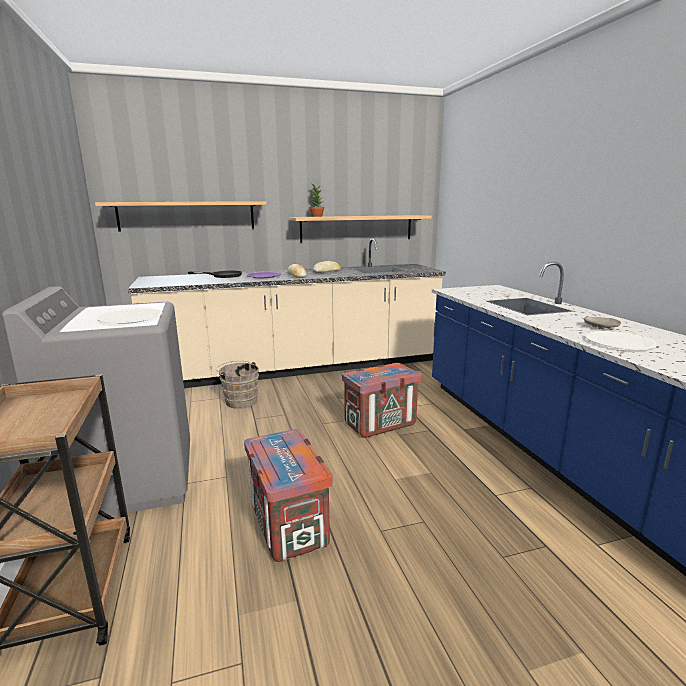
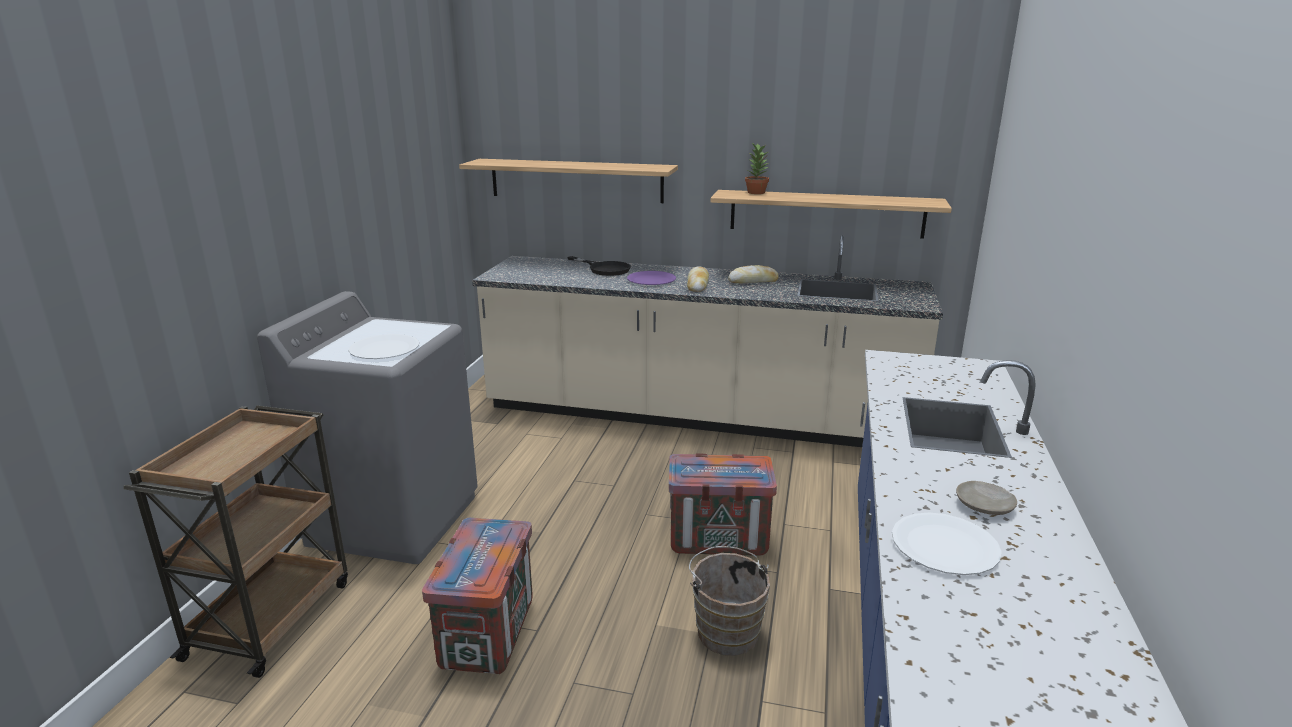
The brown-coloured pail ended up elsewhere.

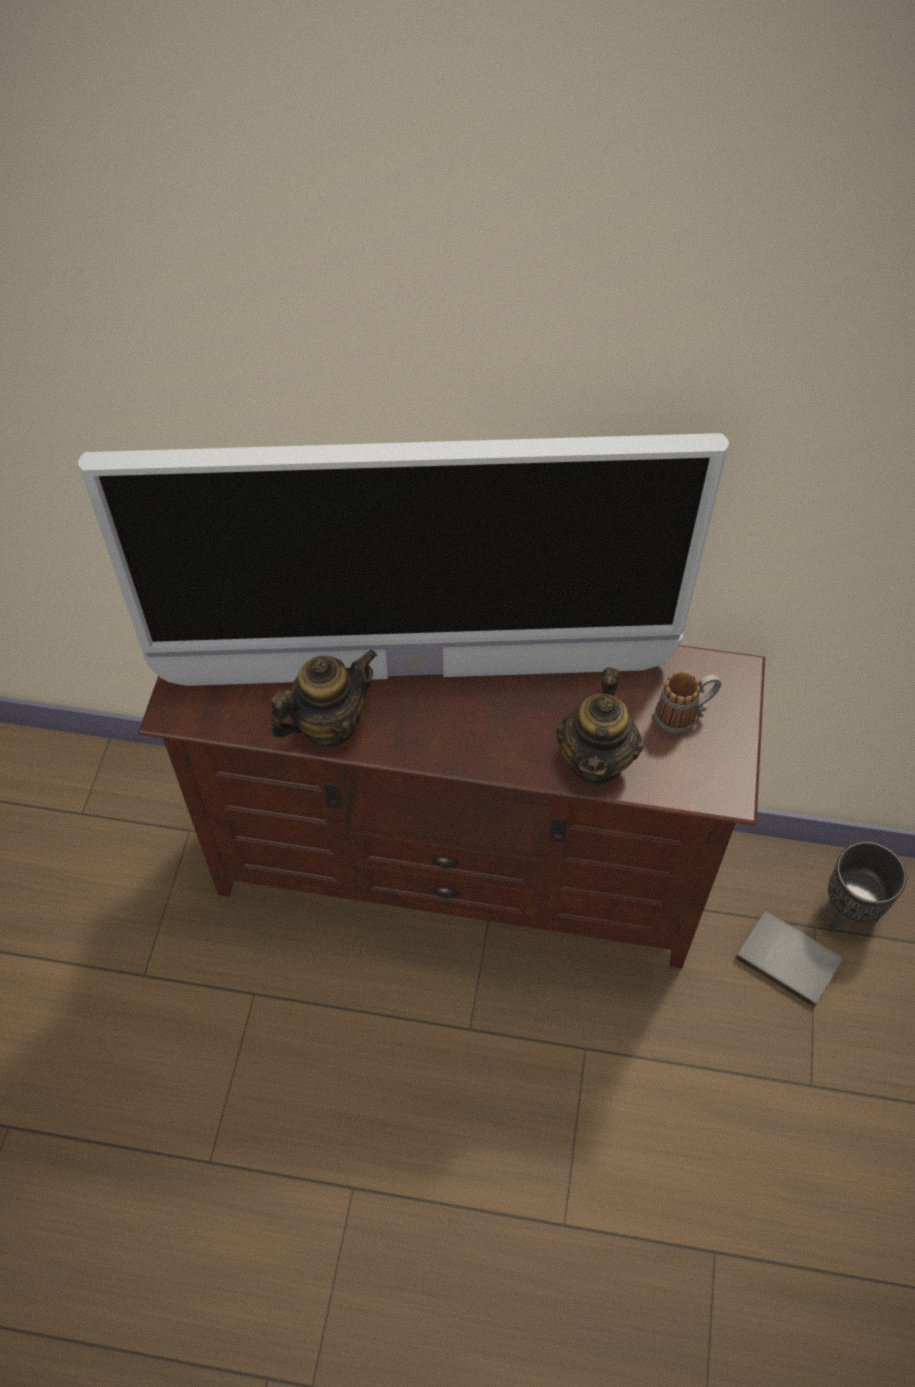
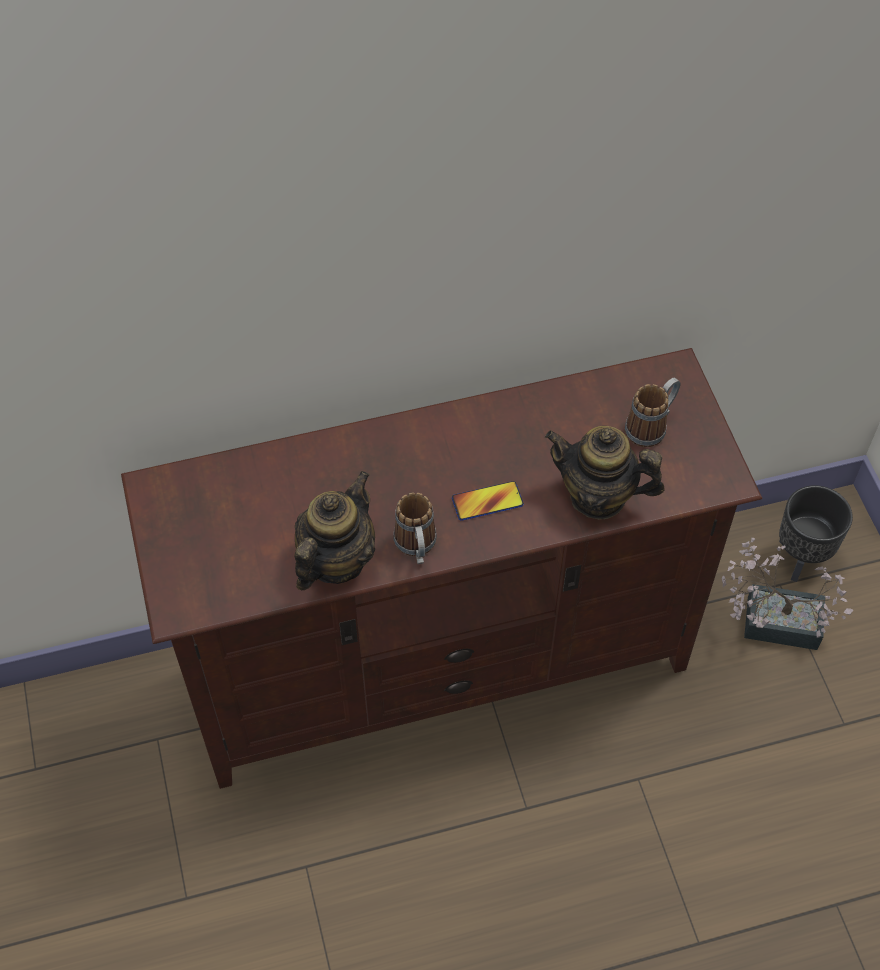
The second view lost the TV set.
The pot for tea (no. 2 from left) ended up facing another way, 120 degrees clockwise from before.
Where the gray book stood, the houseplant came to stand.
The second view gained the telephone.
The second view gained the tea mug (no. 1 from left).

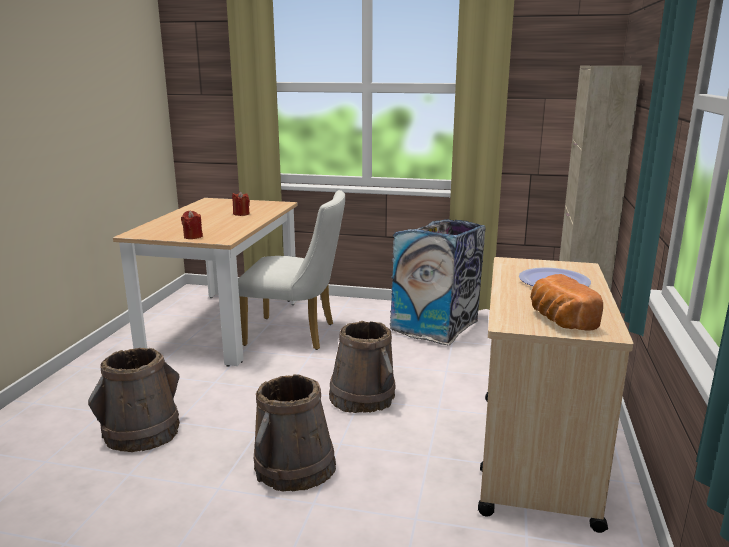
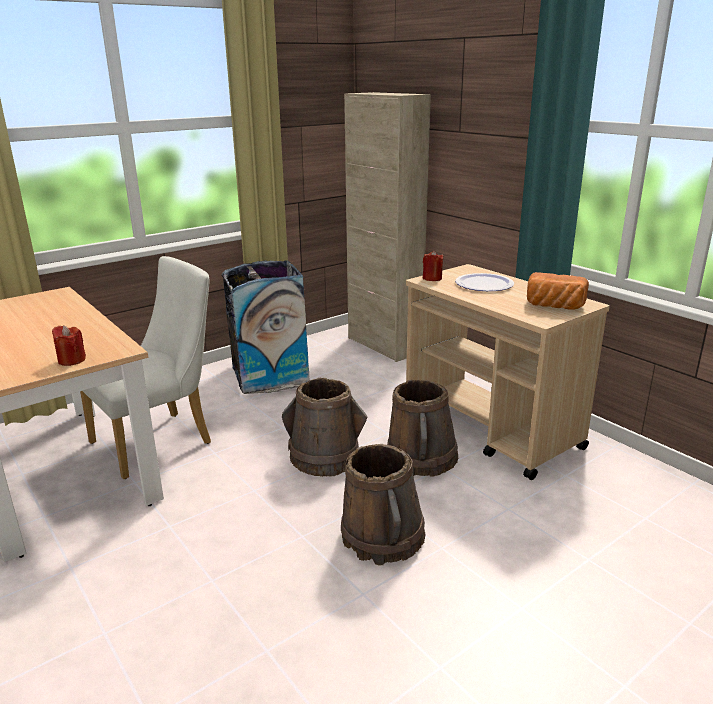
The reddish wax candle (no. 2 from left) ended up elsewhere.
The brown-coloured pail (no. 1 from left in the first image) ended up elsewhere.

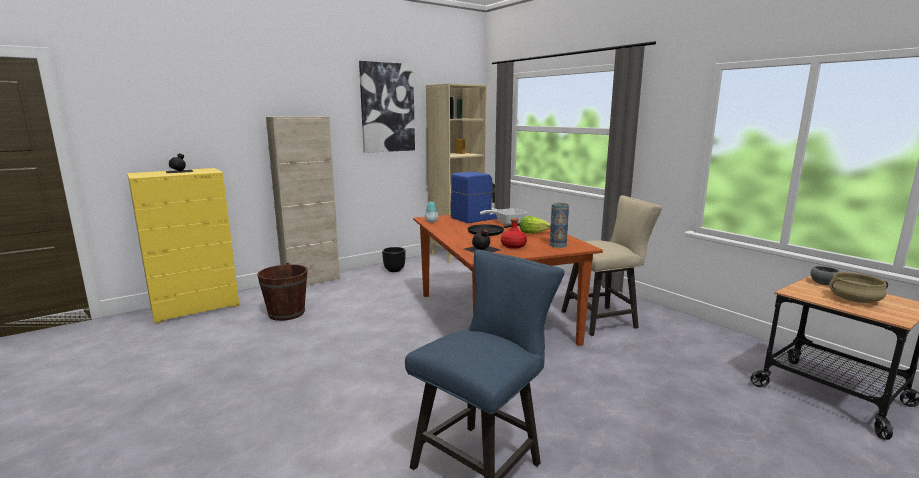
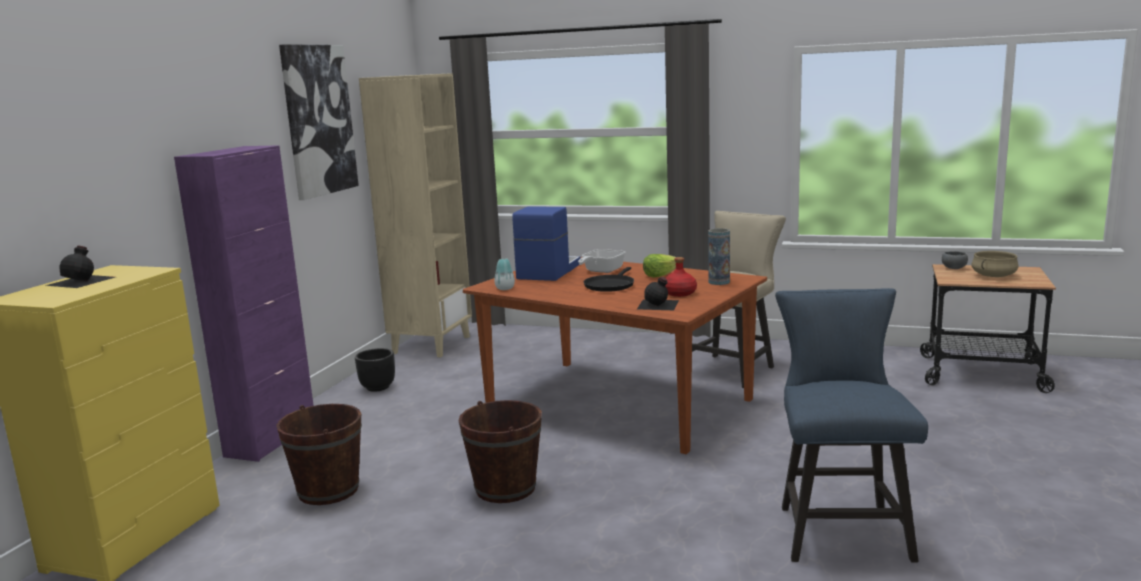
What was the sand-coloured storage cabinet turned into the purple storage cabinet.
The second view gained the brown-coloured pail (no. 2 from left).

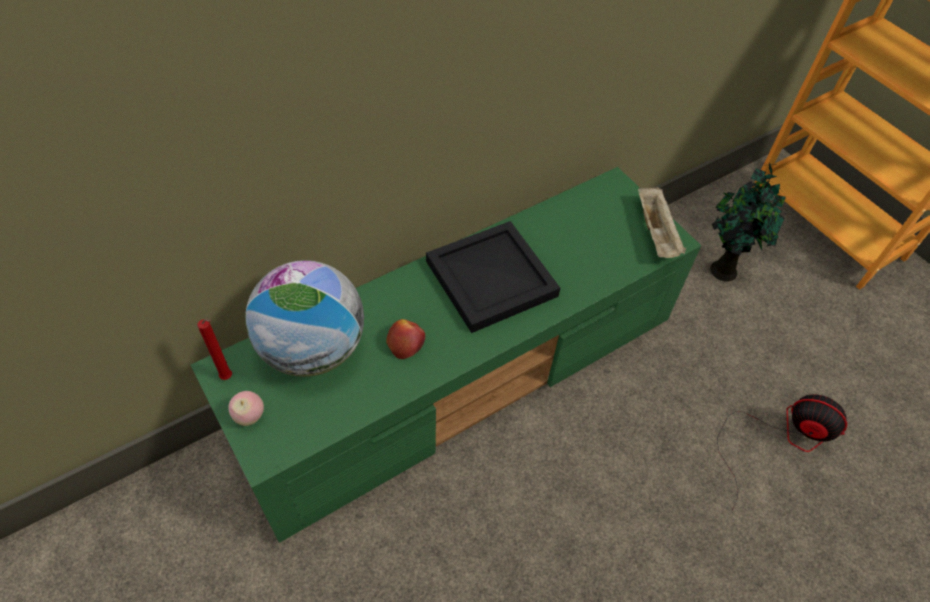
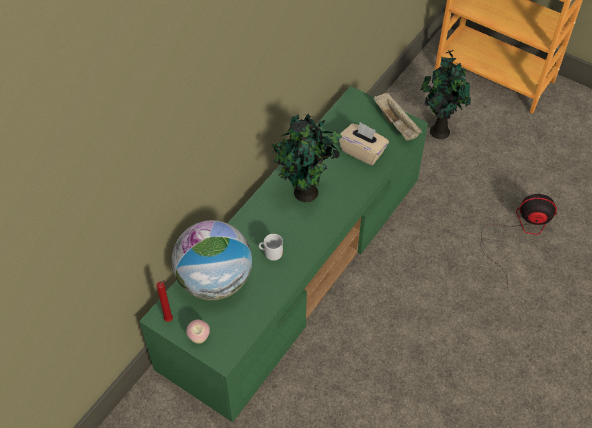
Where the black serving tray stood, the houseplant (no. 1 from left) came to stand.
Where the apple (no. 2 from left) stood, the tea mug came to stand.
The second view gained the sand-coloured box of tissues.

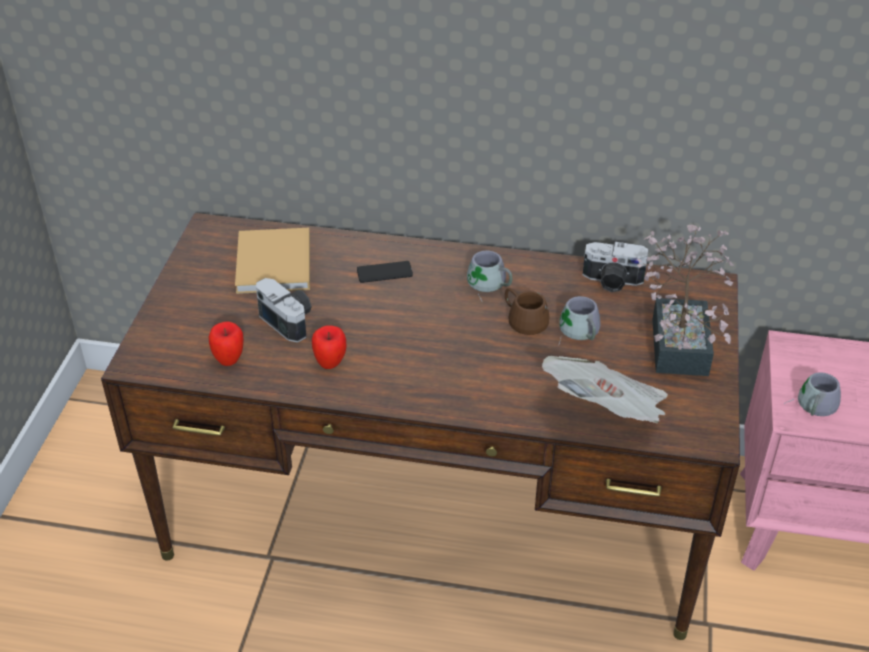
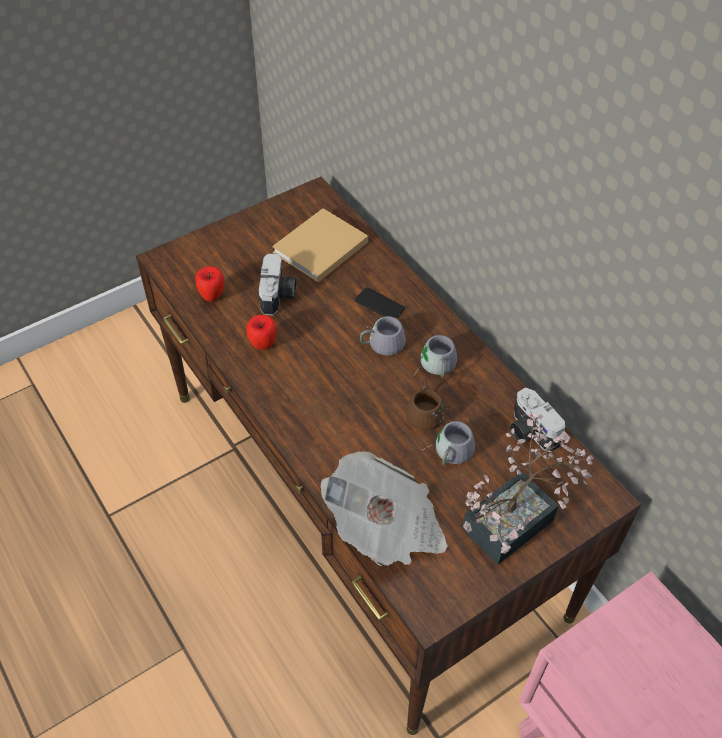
The gray tea mug (no. 3 from left in the first image) ended up elsewhere.

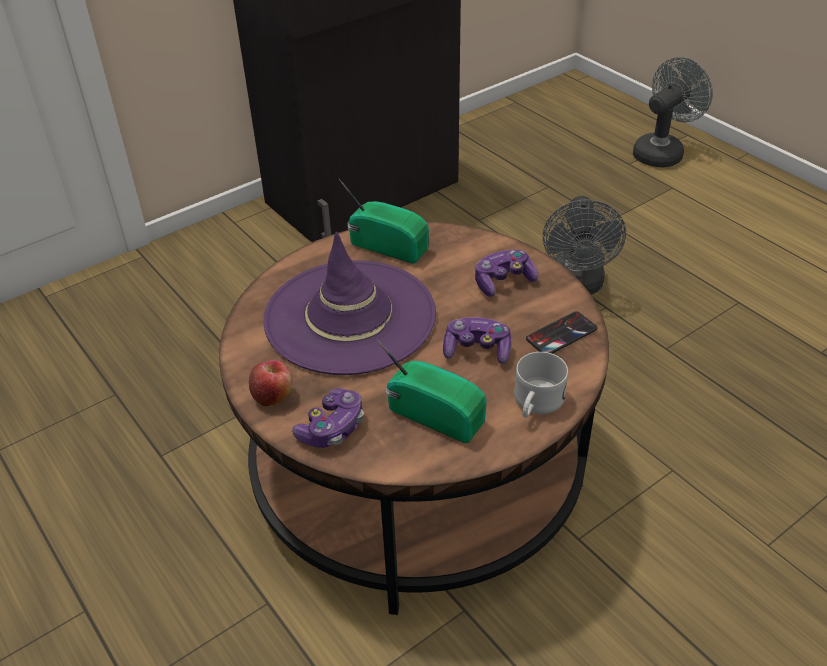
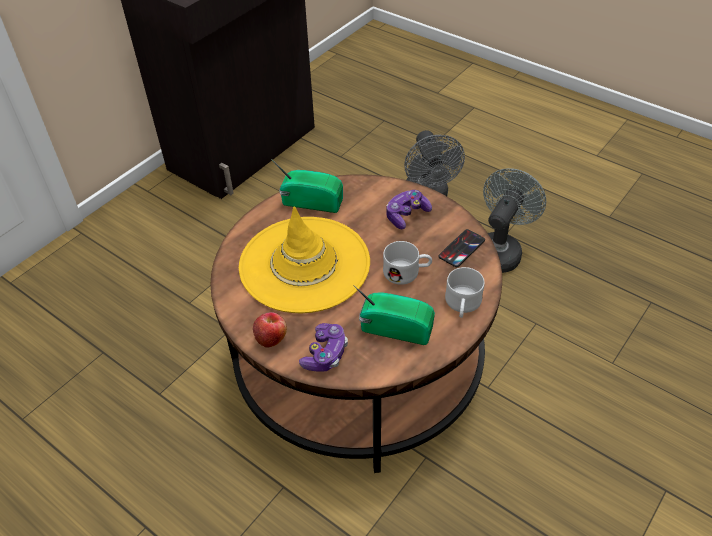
The gray cooling fan (no. 2 from left) ended up elsewhere.
What was the purple hat turned into the yellow-coloured hat.
Where the gamepad (no. 2 from left) stood, the white-coloured tea mug (no. 1 from left) came to stand.

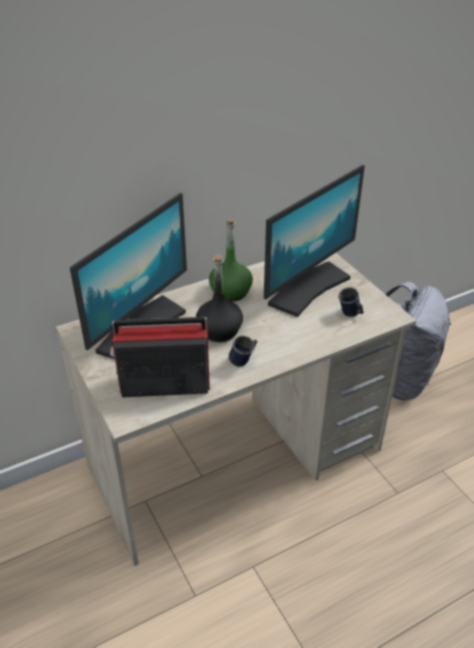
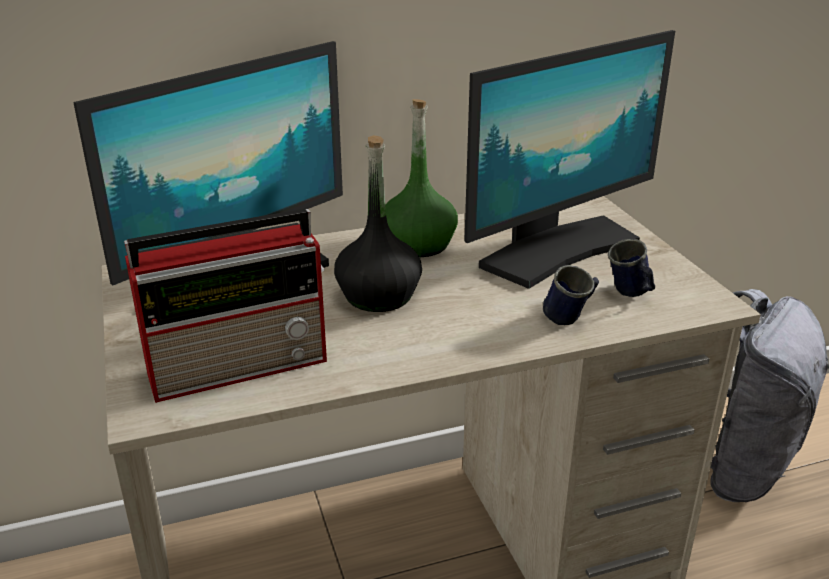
The radio set ended up facing another way, 150 degrees clockwise from before.
The blue-coloured tea mug (no. 1 from left) ended up elsewhere.

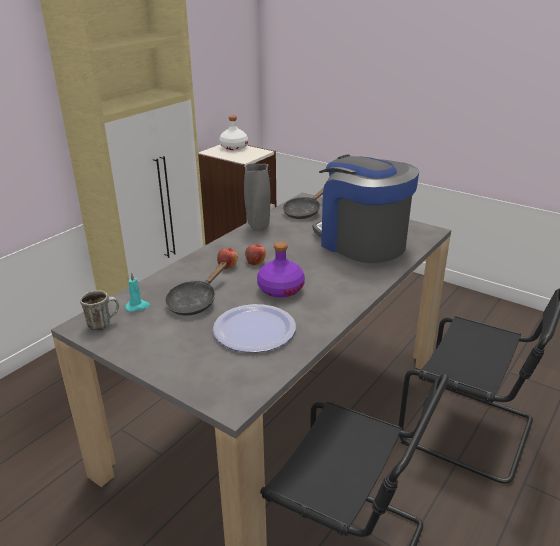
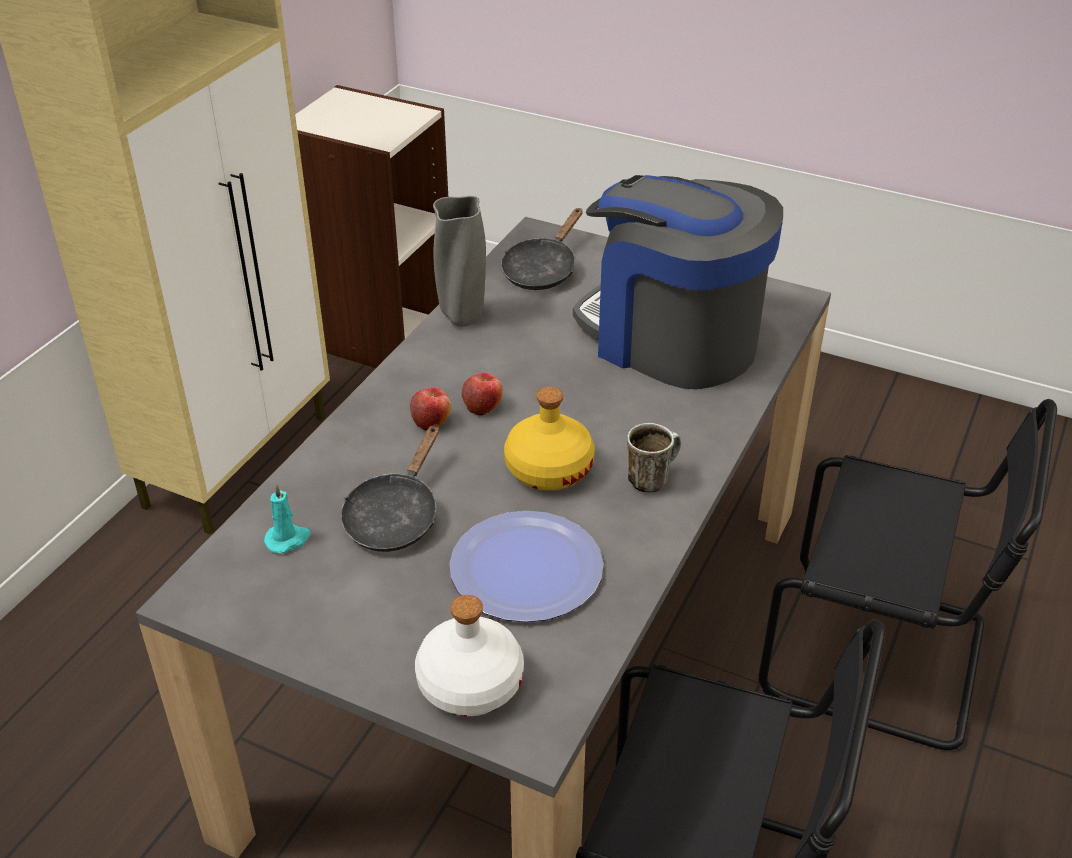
The white-coloured beverage bottle ended up elsewhere.
What was the purple beverage bottle turned into the yellow-coloured beverage bottle.
The tea mug ended up elsewhere.

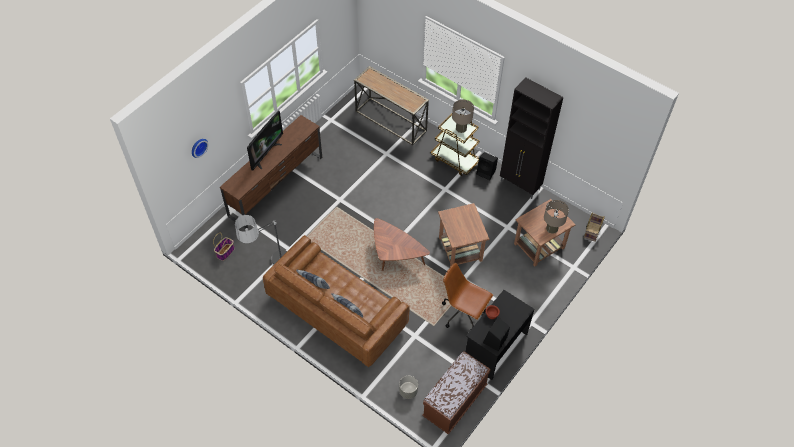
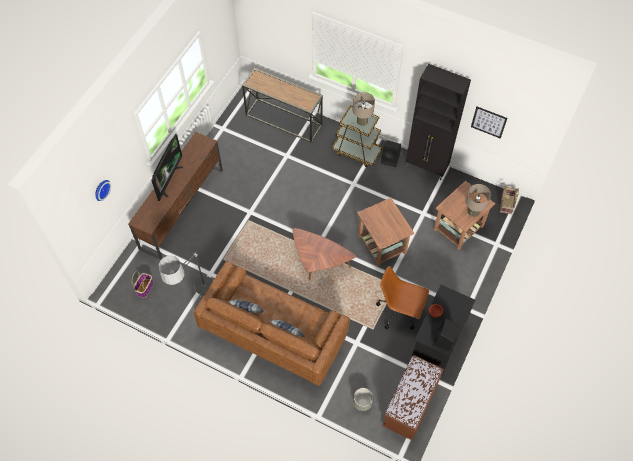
The second view gained the picture.

